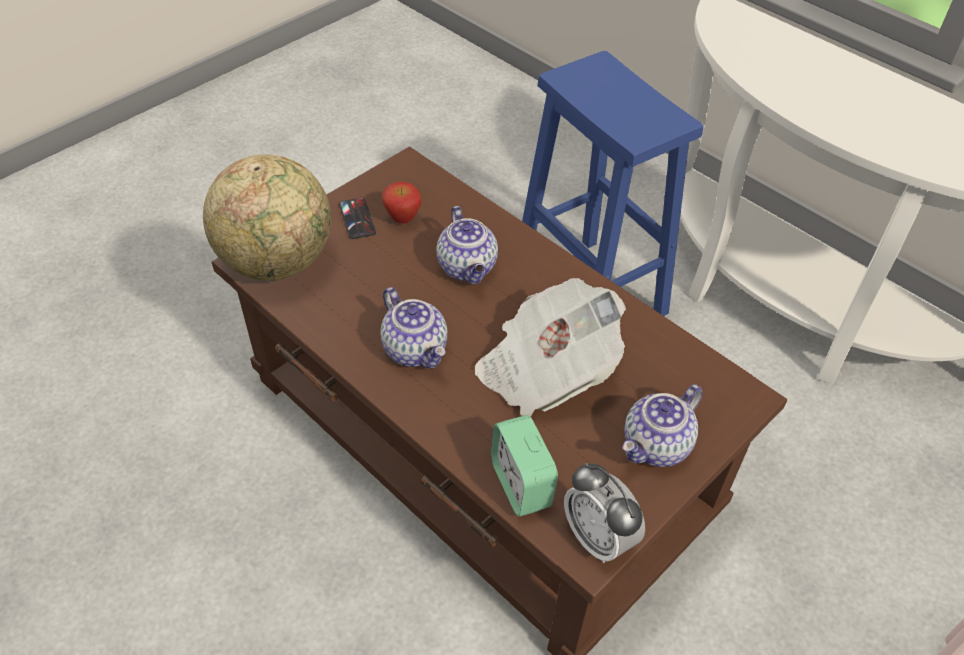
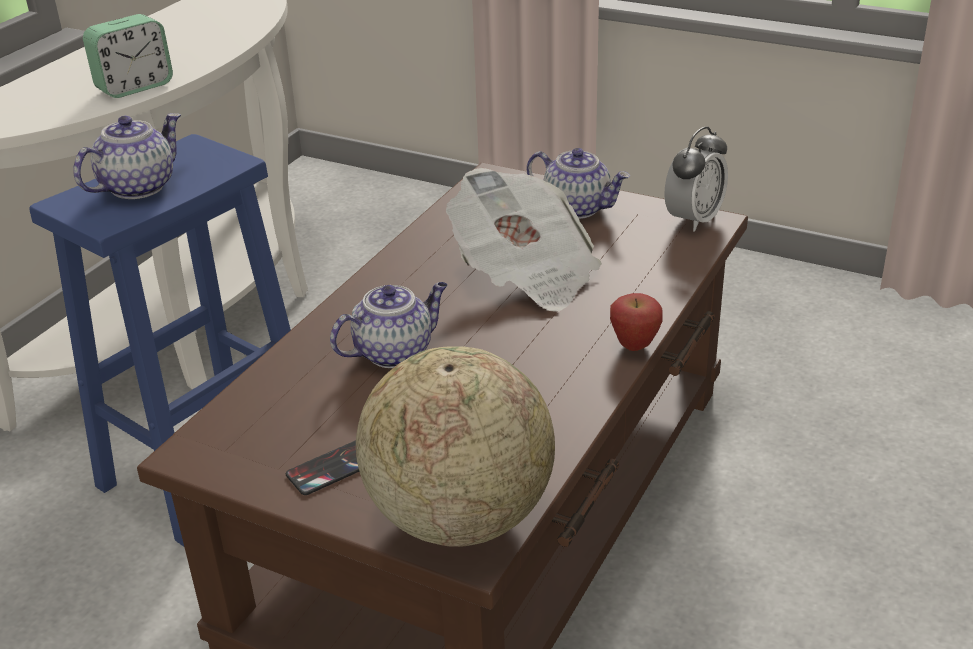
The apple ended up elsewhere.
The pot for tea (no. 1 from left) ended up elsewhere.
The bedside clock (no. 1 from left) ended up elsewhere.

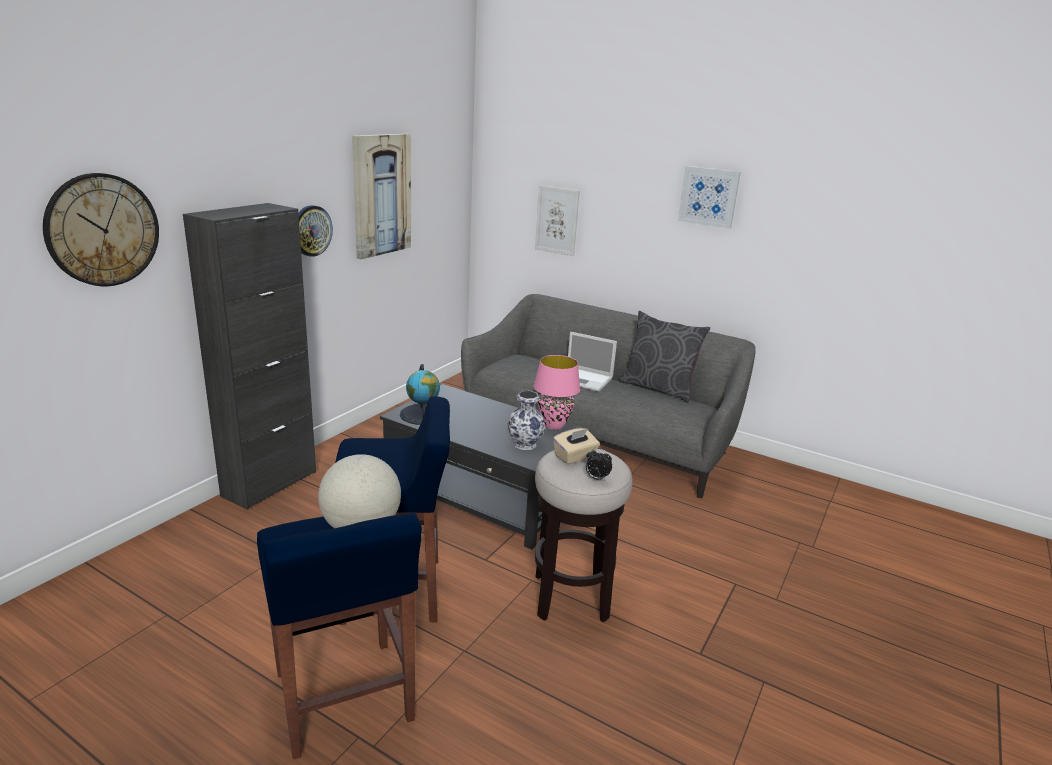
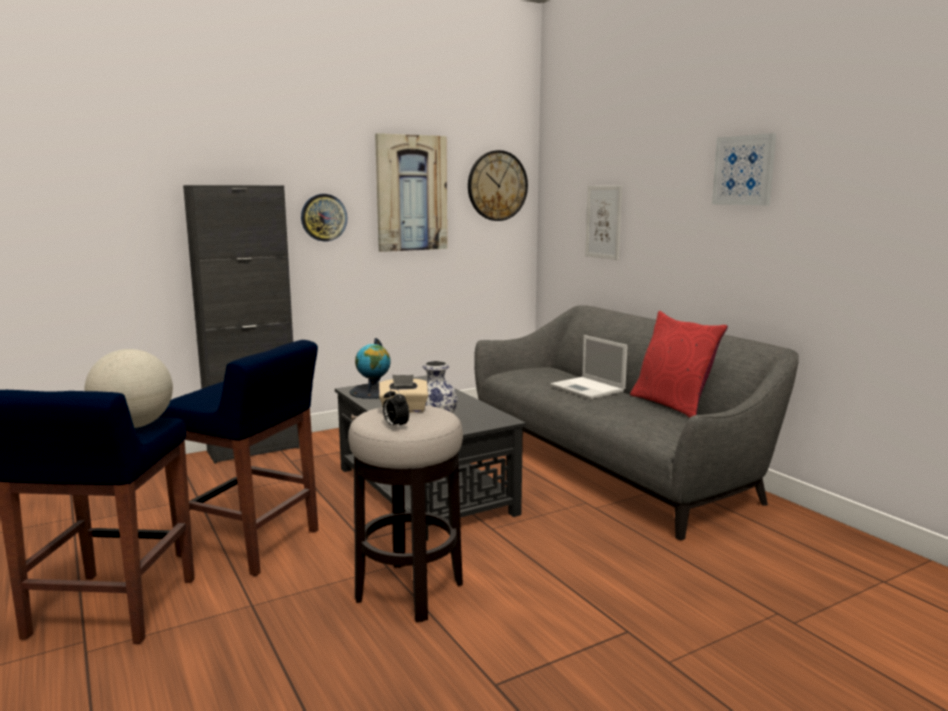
The wall clock (no. 1 from left in the first image) ended up elsewhere.
What was the gray pillow turned into the reddish pillow.
The second view lost the pink lamp for a table.

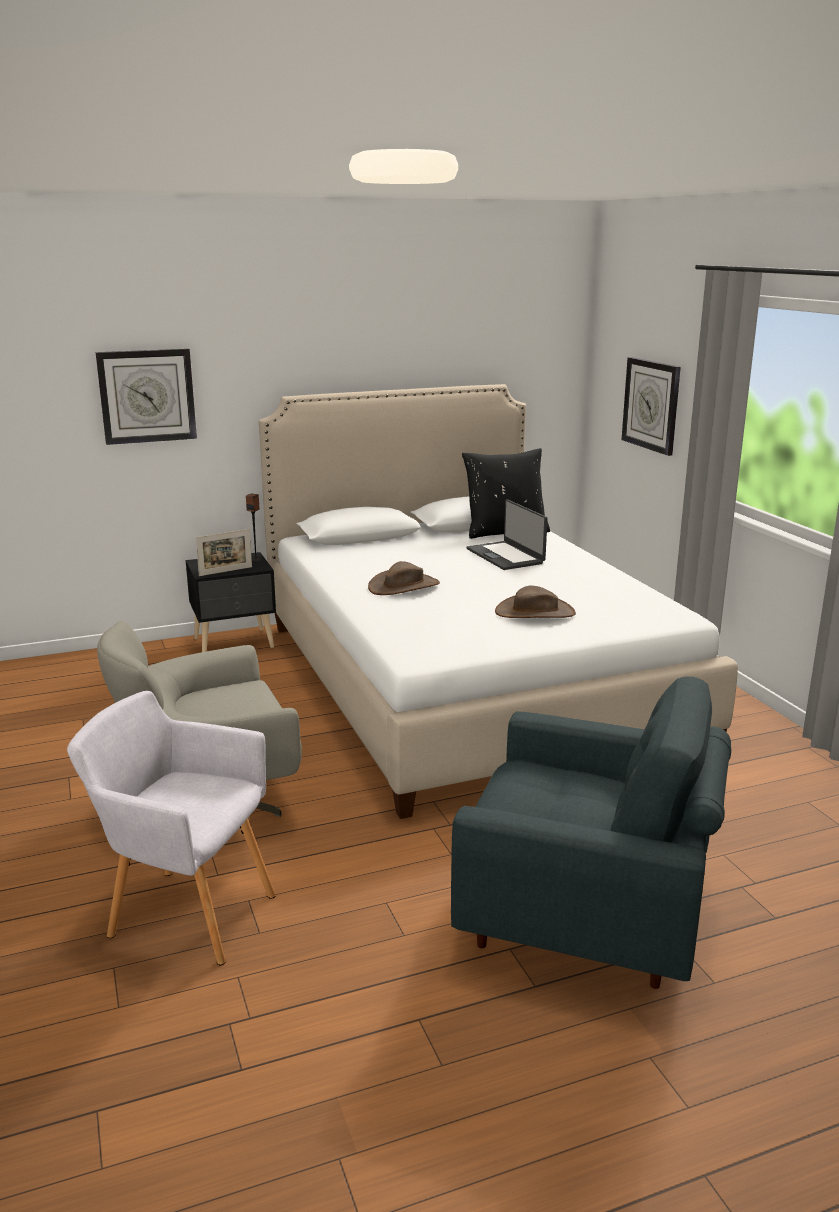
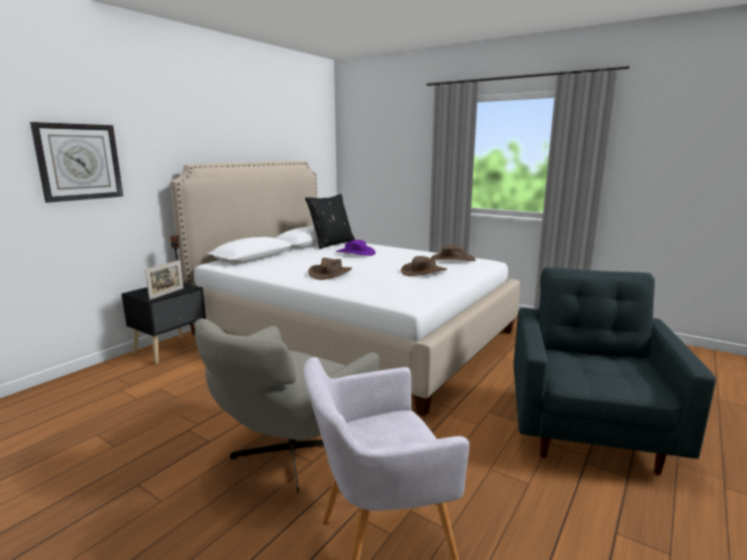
The second view lost the wall clock (no. 2 from left).
Where the notebook computer stood, the purple hat came to stand.
The gray easy chair (no. 3 from left) ended up facing another way, 60 degrees counterclockwise from before.
The second view gained the brown-coloured hat (no. 3 from left).

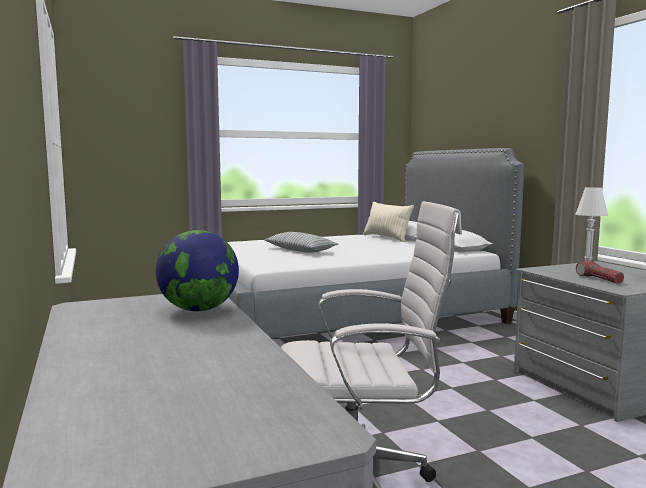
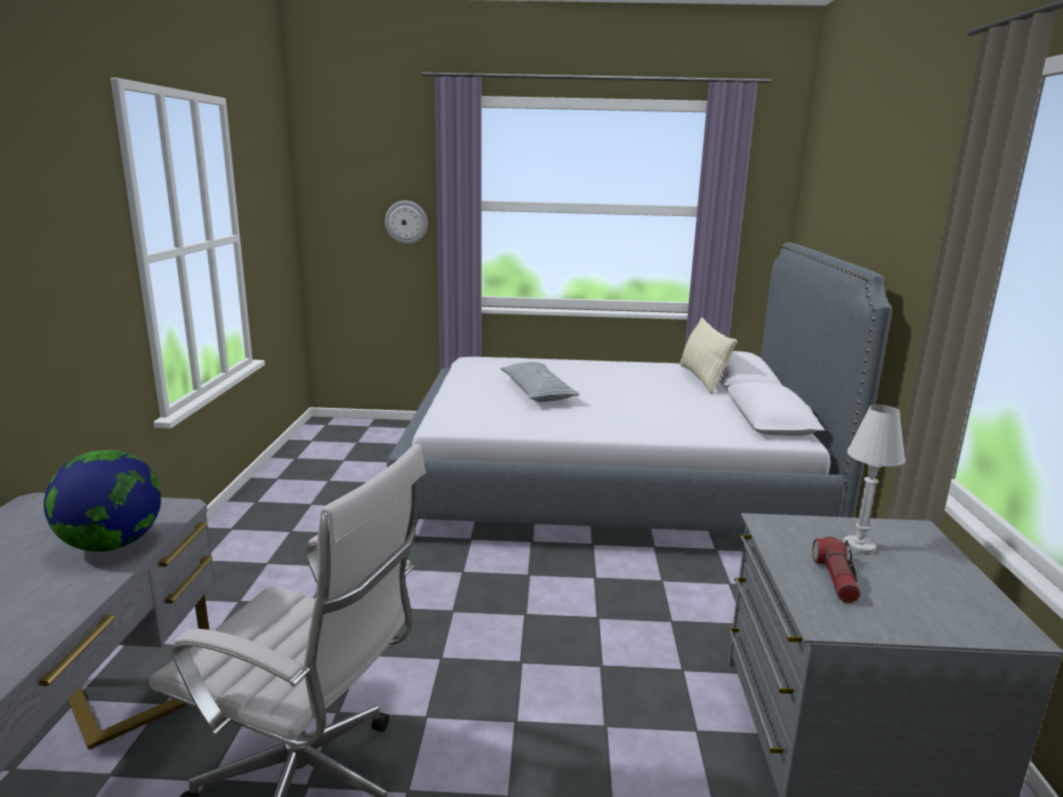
The second view gained the wall clock.

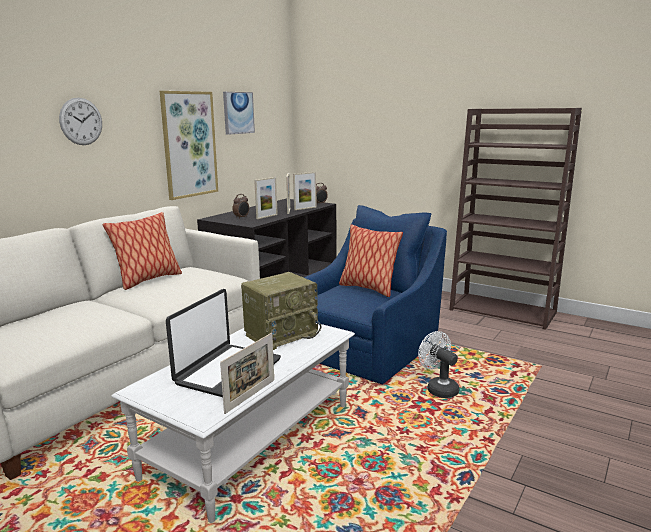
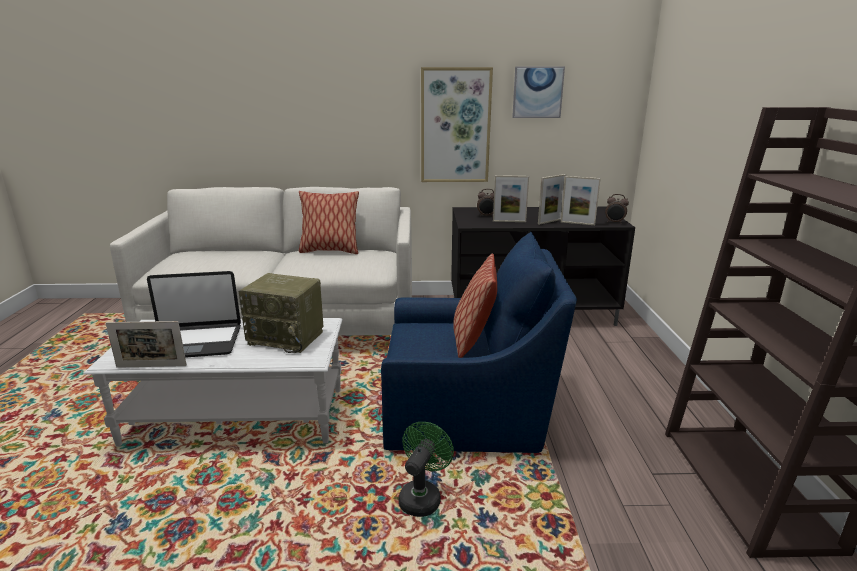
The second view lost the wall clock.
What was the white-coloured cooling fan turned into the green-coloured cooling fan.

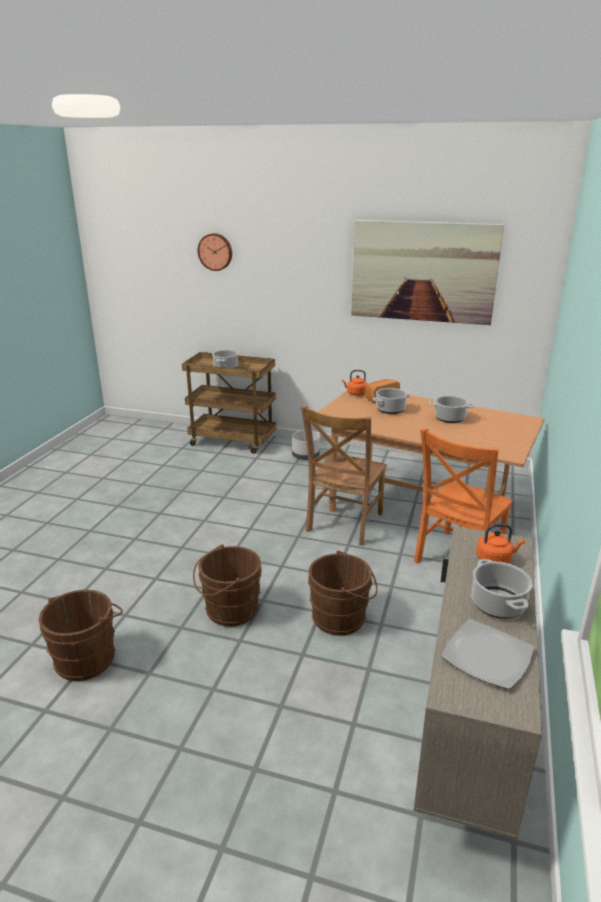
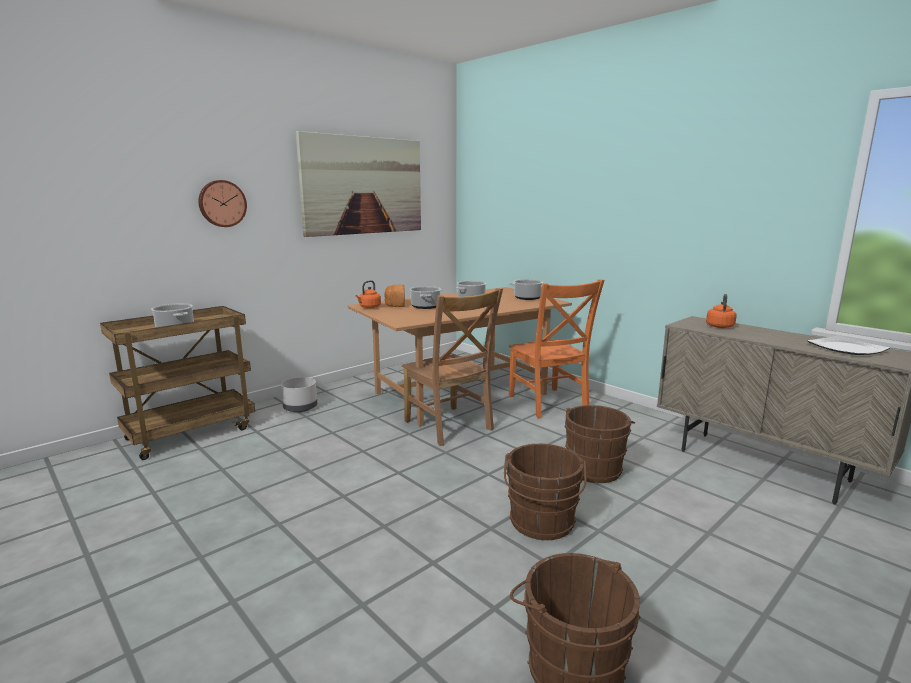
The wall clock ended up elsewhere.
The cooking pot (no. 4 from left) ended up elsewhere.

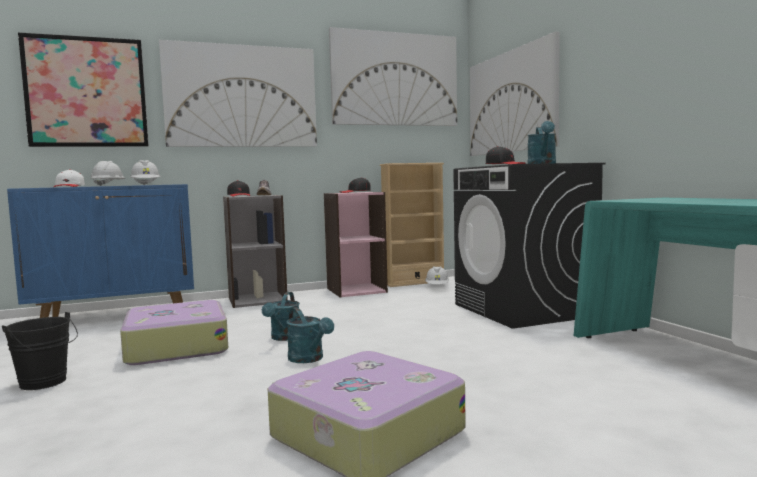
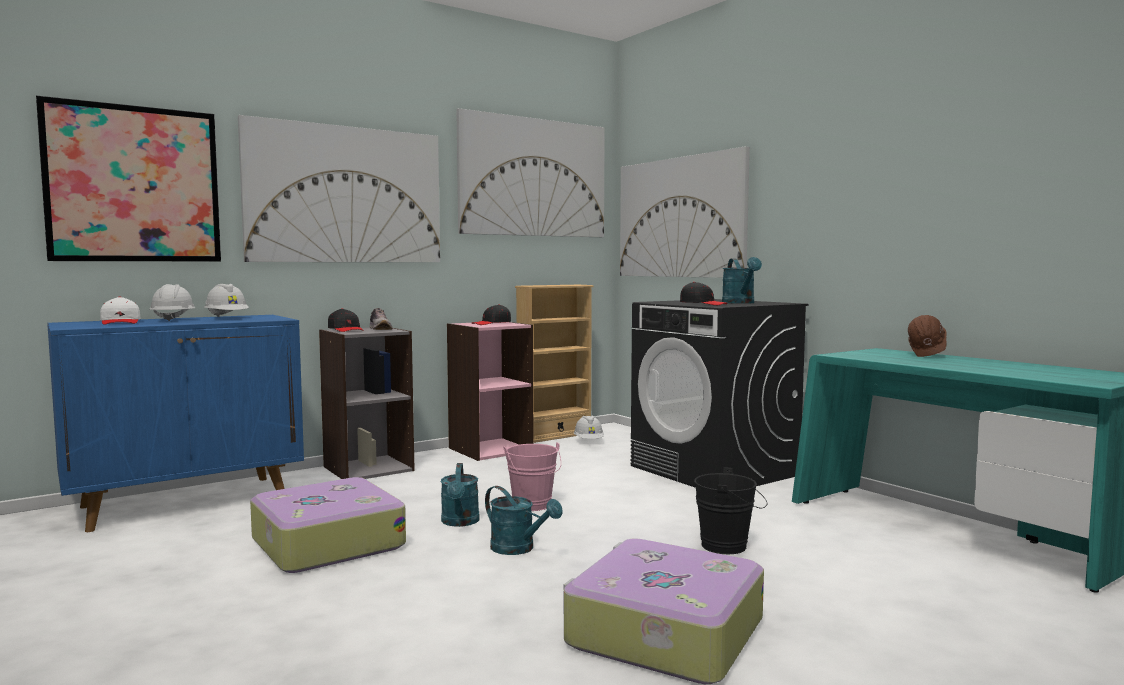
The black pail ended up elsewhere.
The second view gained the brown-coloured hard hat.
The second view gained the pink pail.

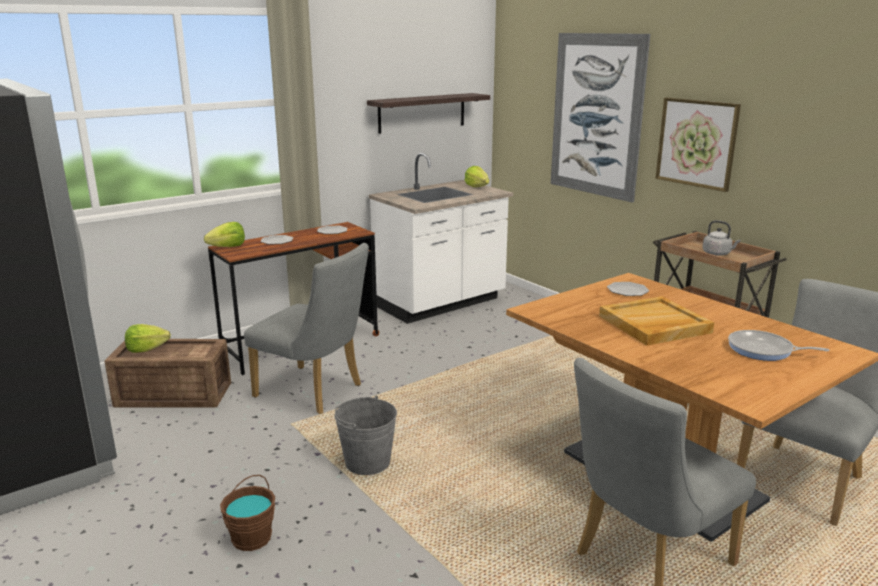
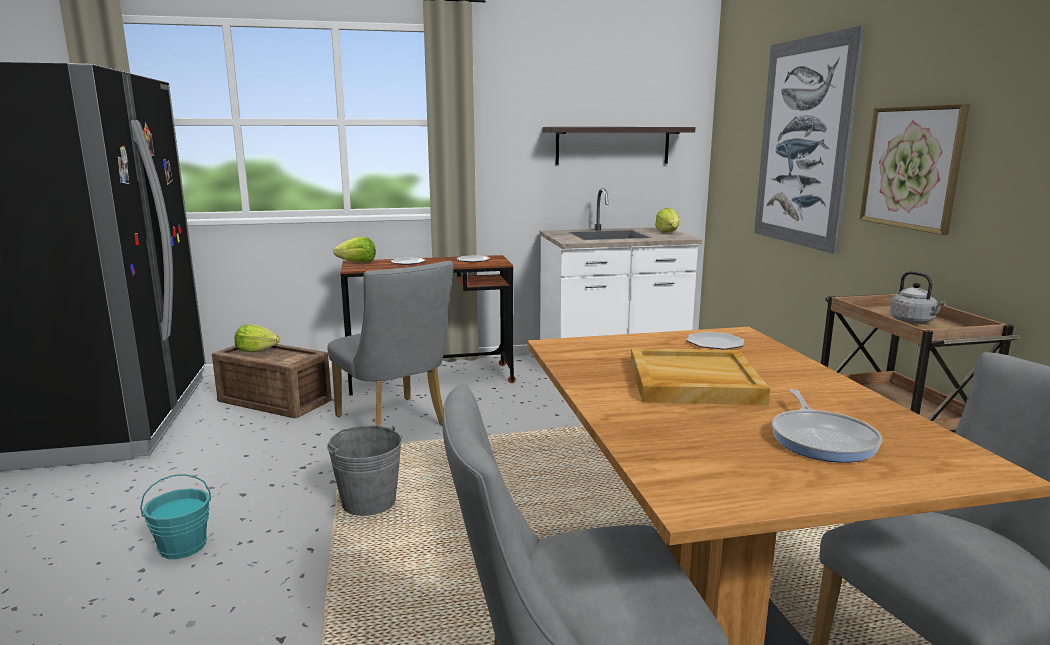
The skillet ended up facing another way, 135 degrees counterclockwise from before.
What was the brown-coloured pail turned into the turquoise-coloured pail.

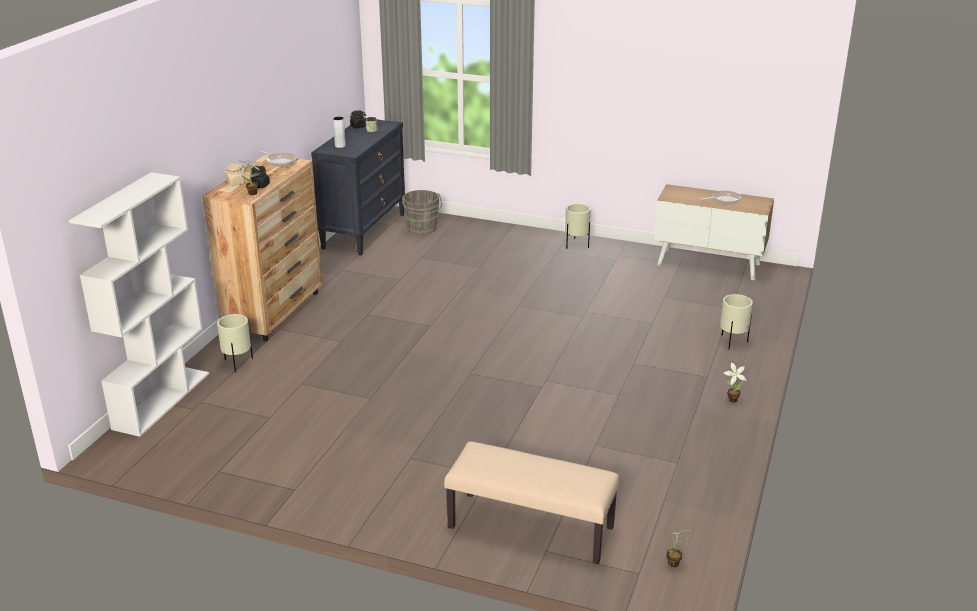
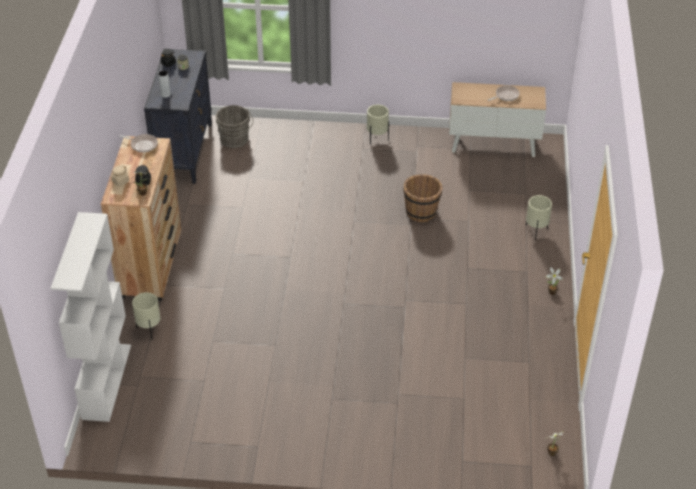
The second view lost the sand-coloured indoor bench.
The second view gained the brown-coloured pail.

